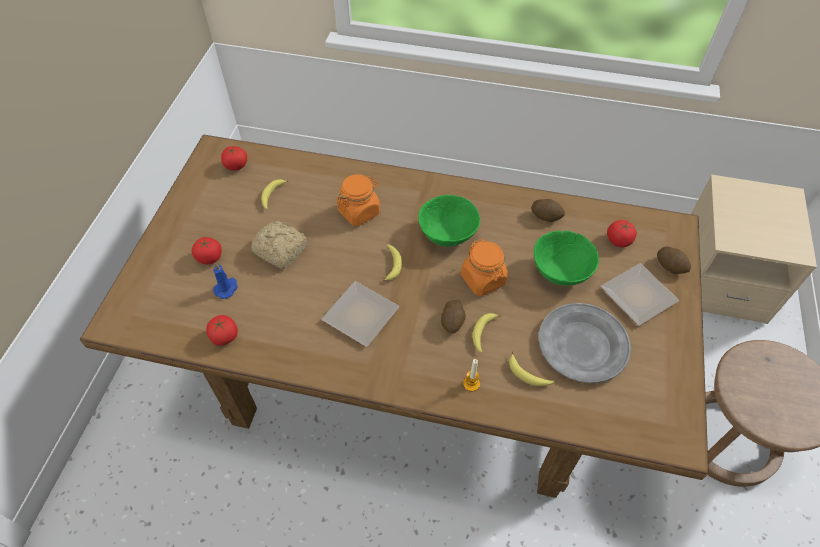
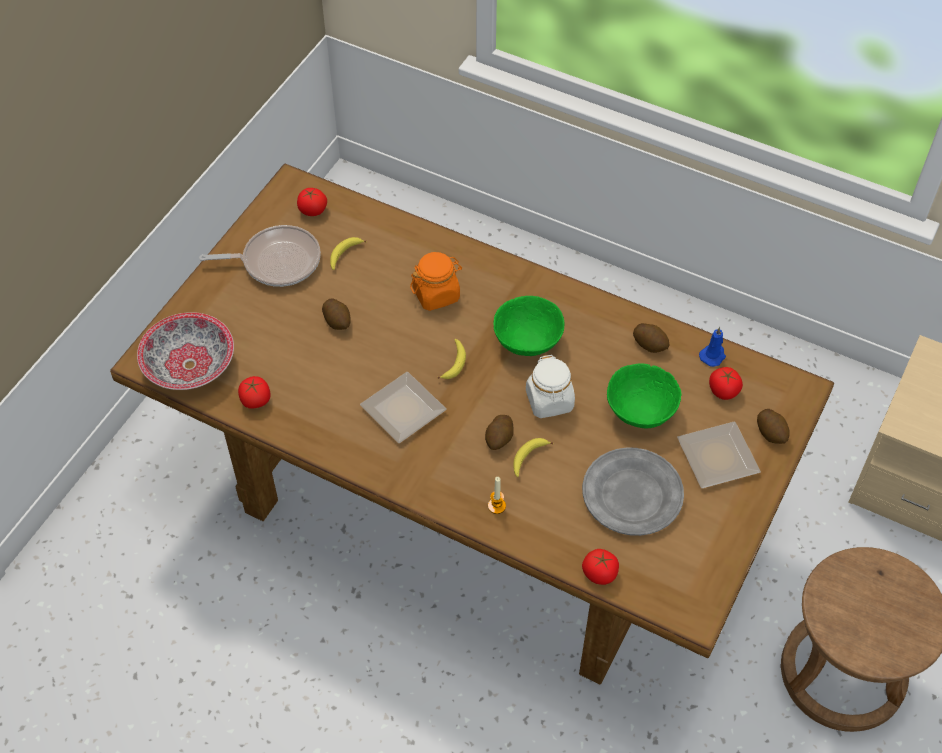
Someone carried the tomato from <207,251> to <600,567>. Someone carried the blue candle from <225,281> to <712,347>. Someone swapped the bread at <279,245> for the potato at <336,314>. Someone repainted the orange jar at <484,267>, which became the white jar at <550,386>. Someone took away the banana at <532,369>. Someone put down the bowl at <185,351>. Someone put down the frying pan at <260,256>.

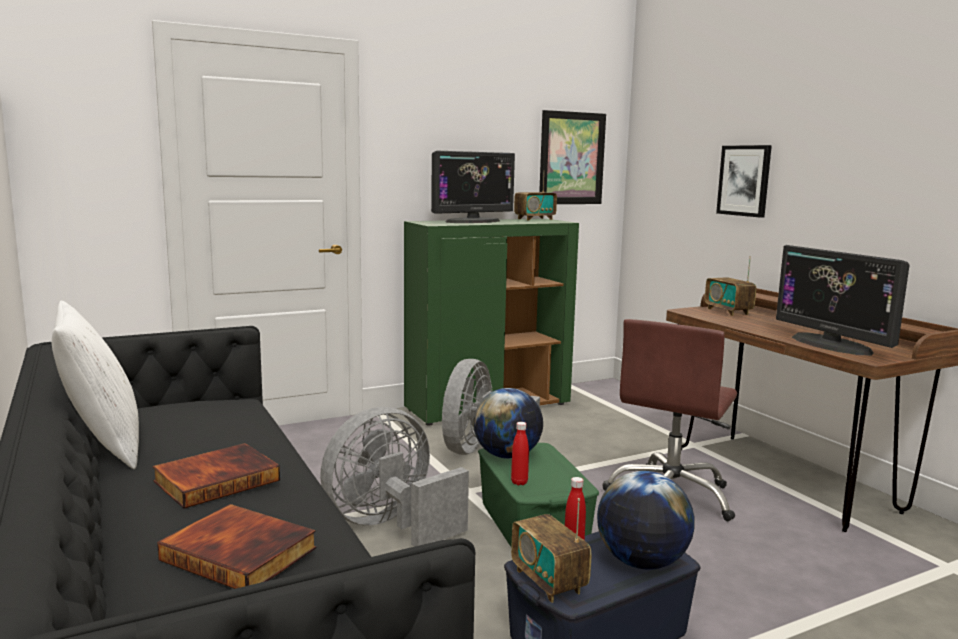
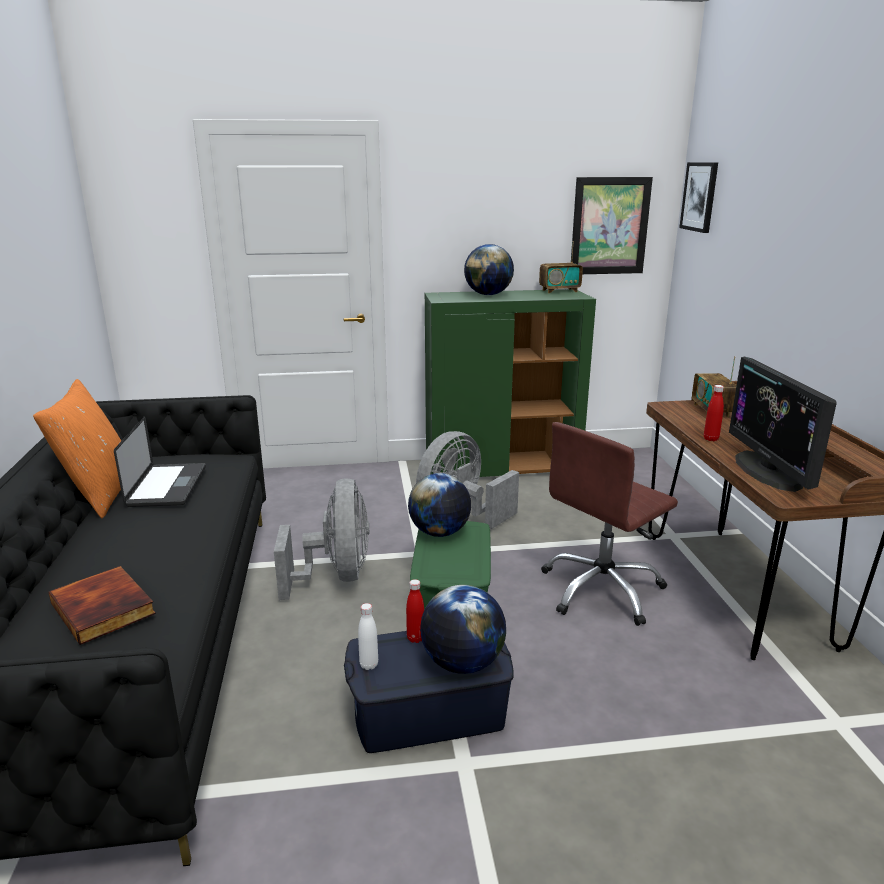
Someone repainted the white pillow at <95,385>, which became the orange pillow at <77,448>. Someone took away the book at <216,476>. Someone rotated the grey fan at <394,477> by 105 degrees clockwise. Someone swapped the monitor at <473,187> for the globe at <489,269>. Someone carried the red bottle from <520,453> to <714,413>. Someone swapped the radio at <551,550> for the white bottle at <368,636>. Someone carried the picture from <744,181> to <698,197>. Someone put down the laptop at <160,461>.

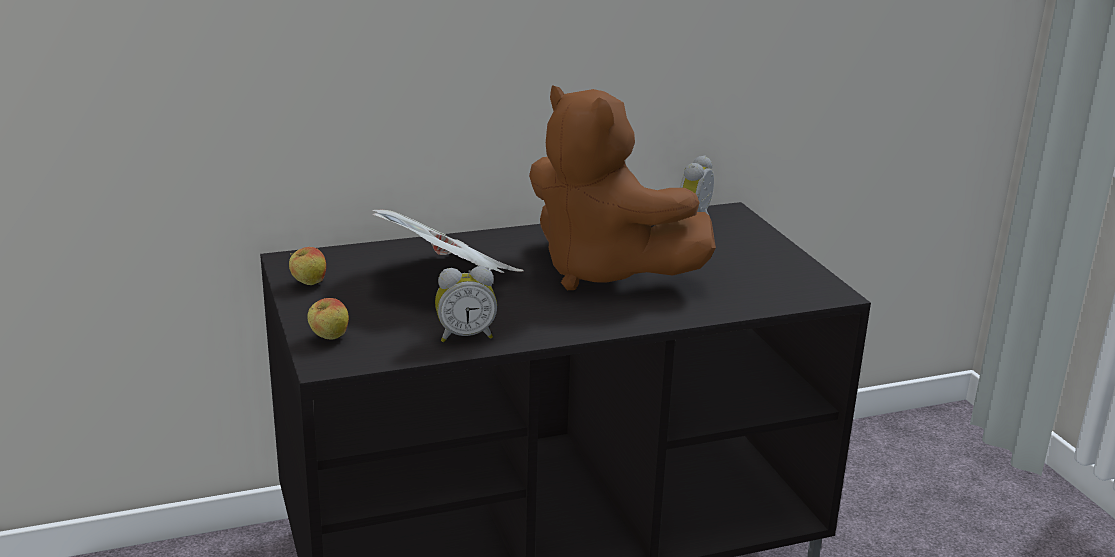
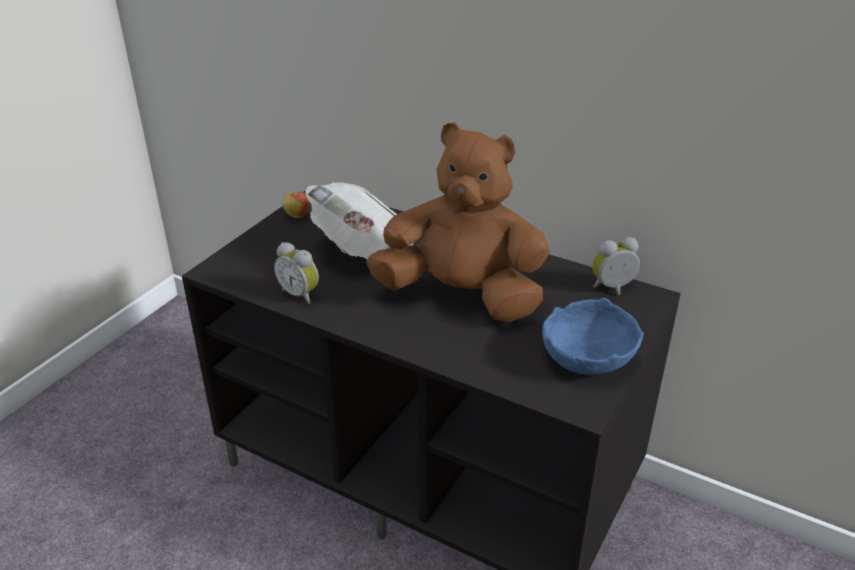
Someone took away the apple at <328,319>. Someone rotated the brown plush toy at <622,187> by 105 degrees clockwise. Someone put down the blue bowl at <593,336>.

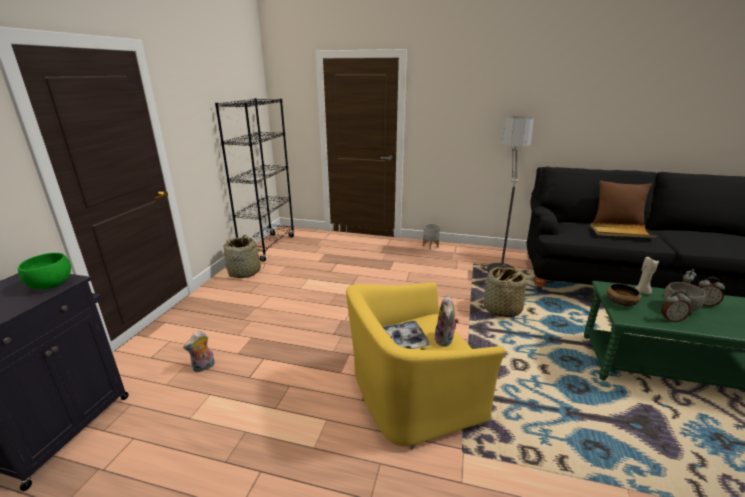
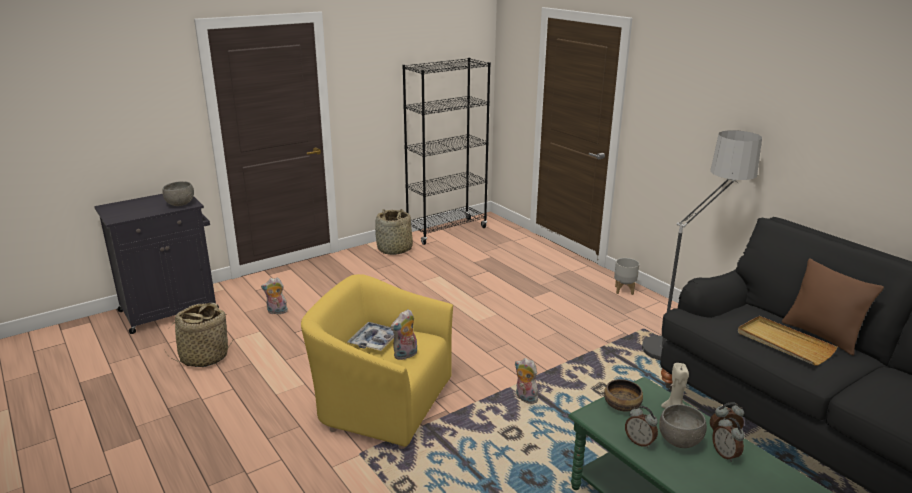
Someone repainted the green bowl at <44,271>, which became the grey bowl at <178,193>. Someone carried the basket from <505,291> to <199,335>. Someone put down the plush toy at <526,381>.

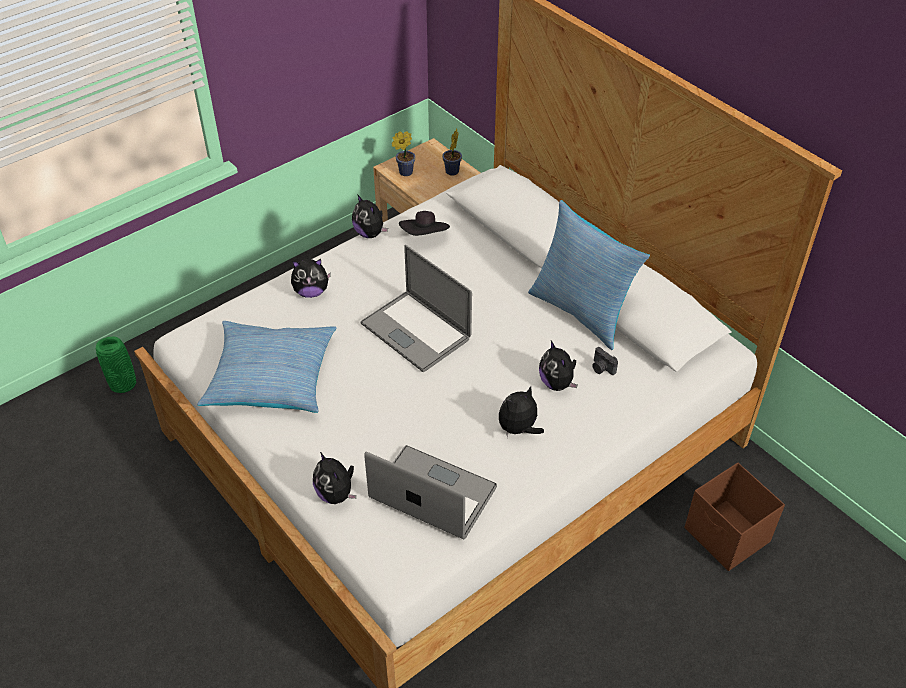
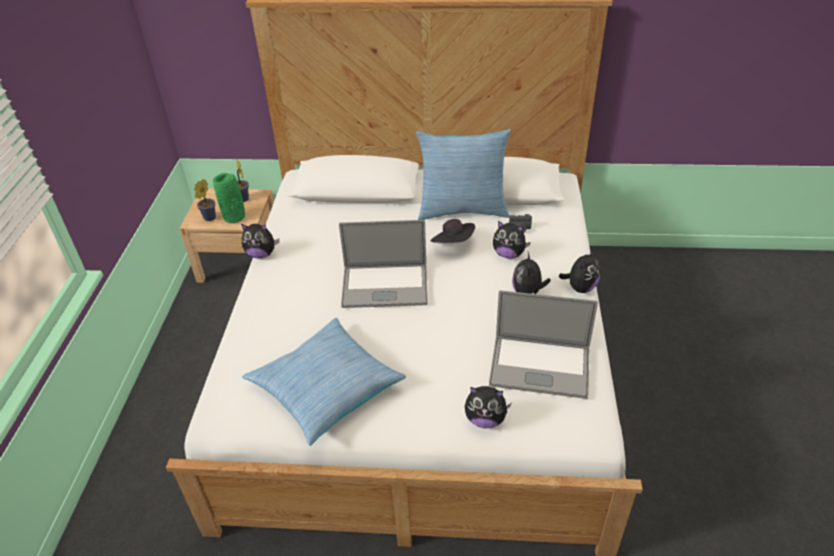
Someone carried the green vase from <116,364> to <229,198>. Someone carried the plush toy from <311,278> to <579,271>. Someone rotated the laptop at <430,492> by 150 degrees counterclockwise. Someone carried the black hat from <424,223> to <452,231>. Someone took away the brown storage box at <735,517>.

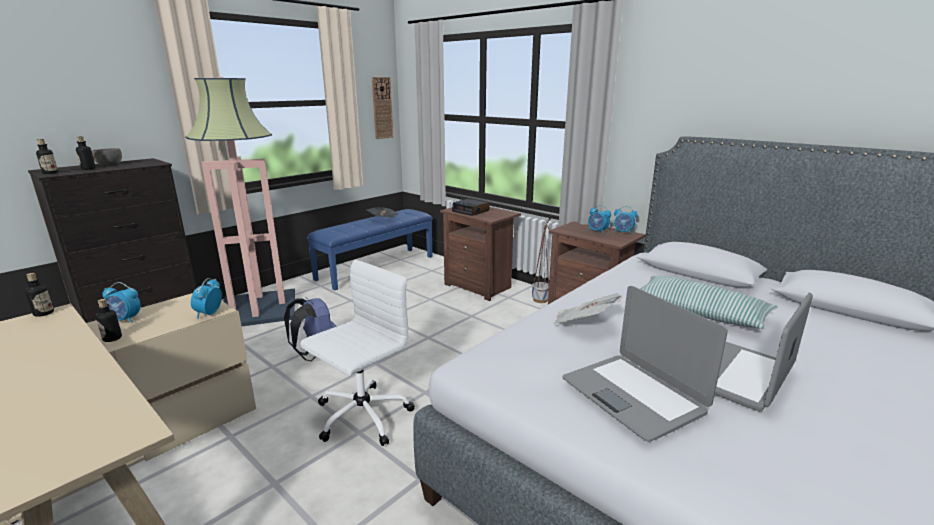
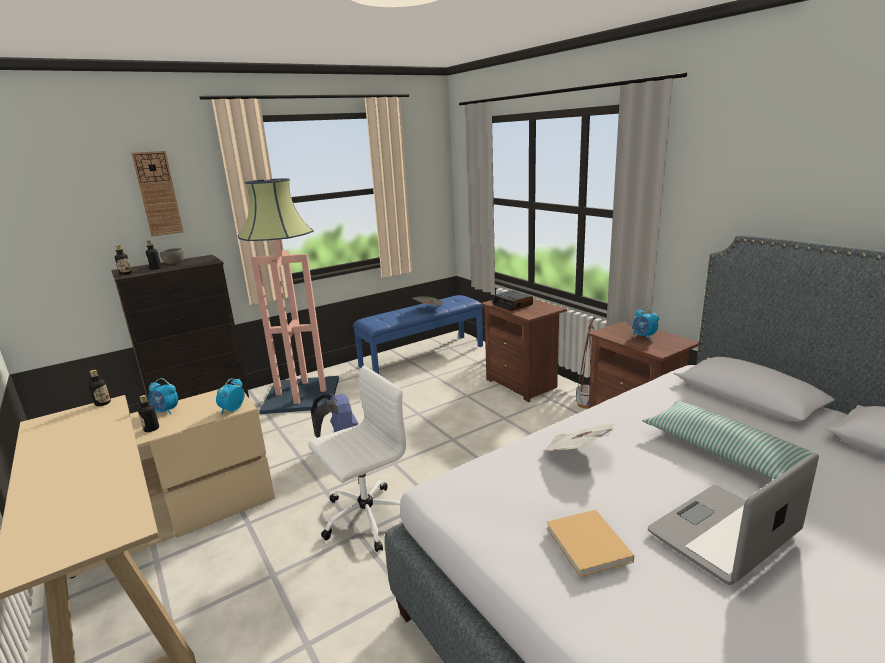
Someone carried the wall clock from <382,108> to <157,193>. Someone swapped the laptop at <645,364> for the beige book at <590,543>. Someone took away the alarm clock at <626,220>.

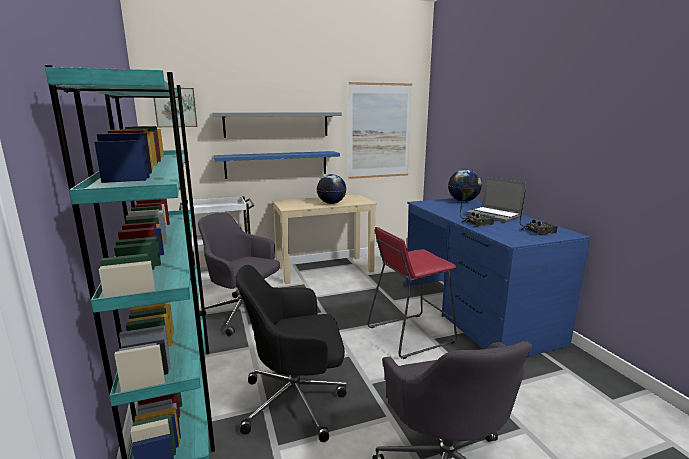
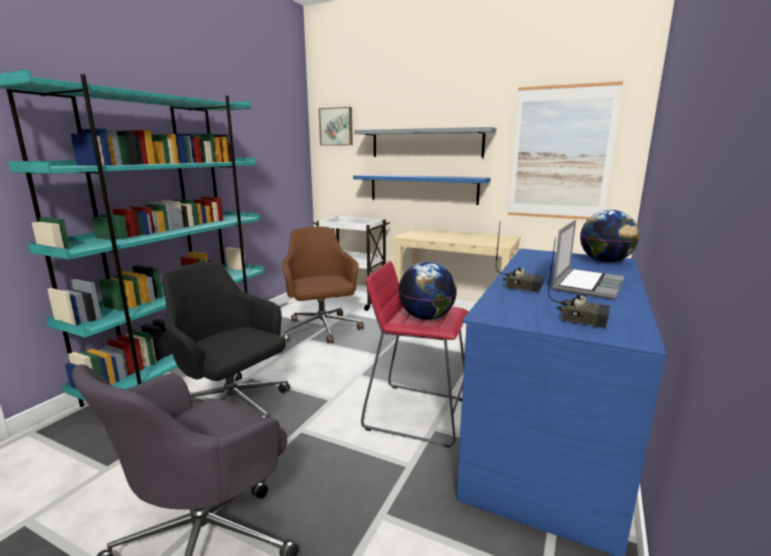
Someone repainted the grey office chair at <239,274>, which became the brown office chair at <323,285>. Someone carried the globe from <331,189> to <427,291>. Someone rotated the laptop at <496,199> by 150 degrees counterclockwise.

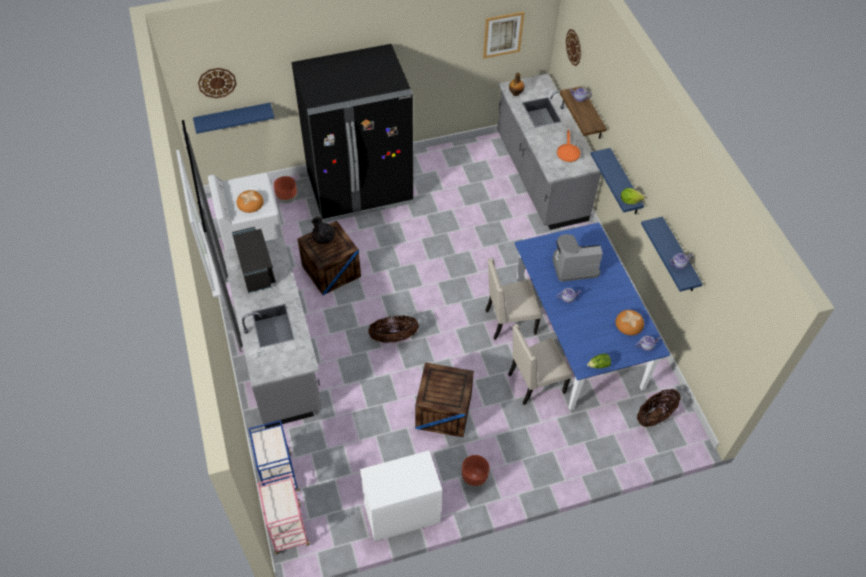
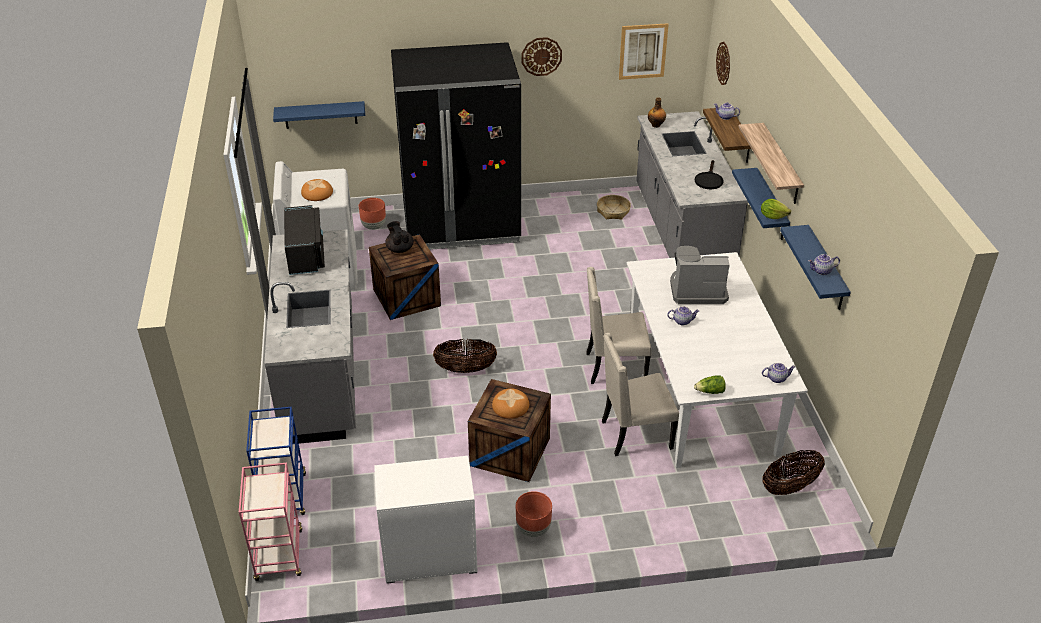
Someone carried the wall clock from <217,83> to <542,56>. Someone repainted the blue dining table at <592,316>, which became the white dining table at <717,360>. Someone repainted the orange frying pan at <568,146>, which became the black frying pan at <709,174>. Someone carried the bread from <629,322> to <510,403>. Someone put down the basket at <614,207>. Someone put up the shelf at <771,163>.

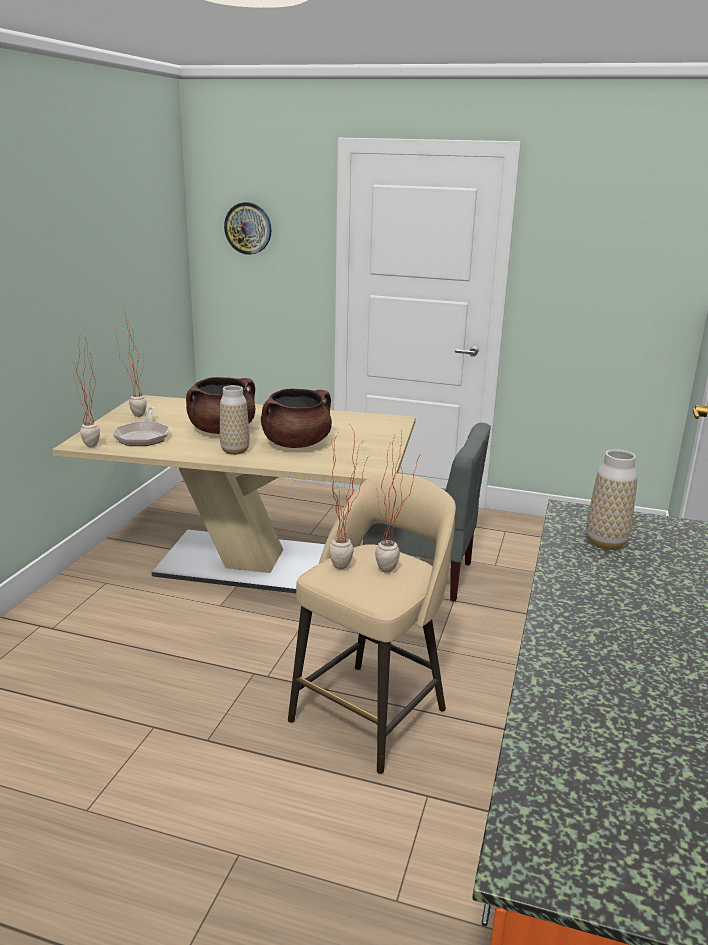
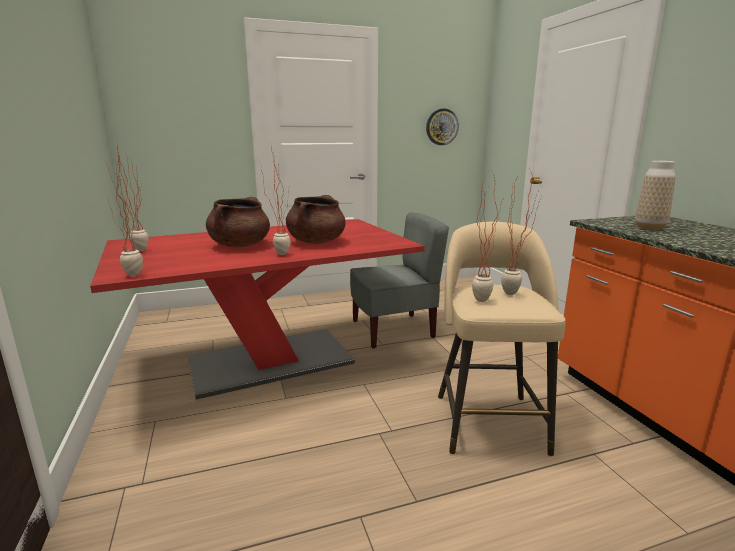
Someone repainted the beige dining table at <234,494>, which became the red dining table at <257,309>. Someone took away the frying pan at <141,426>. Someone swapped the vase at <235,420> for the potted plant at <275,199>. Someone carried the wall clock from <248,228> to <442,127>.

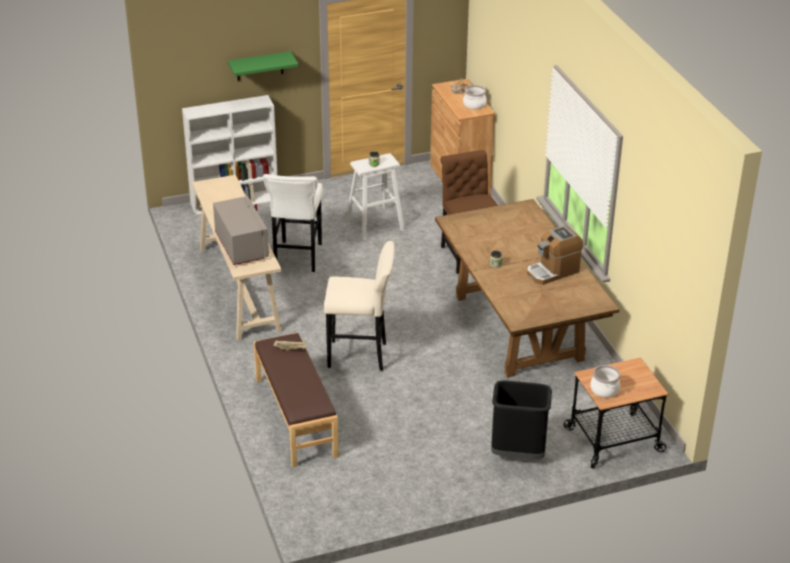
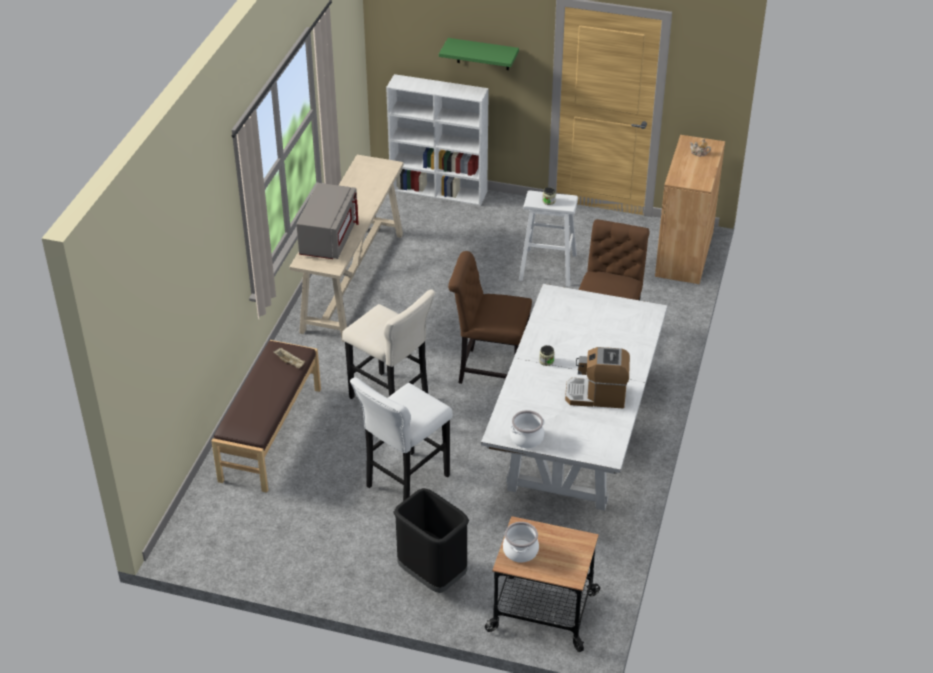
Someone carried the white stool from <293,223> to <401,439>. Someone repainted the brown dining table at <527,288>, which became the white dining table at <574,397>. Someone carried the cooking pot from <475,97> to <527,429>. Someone put down the brown chair at <490,317>.

